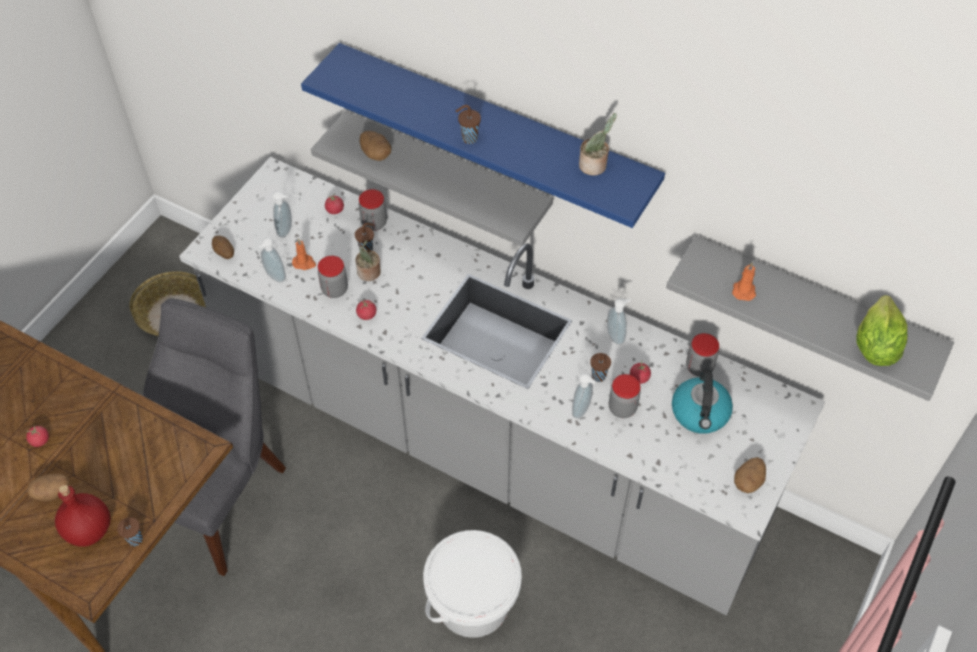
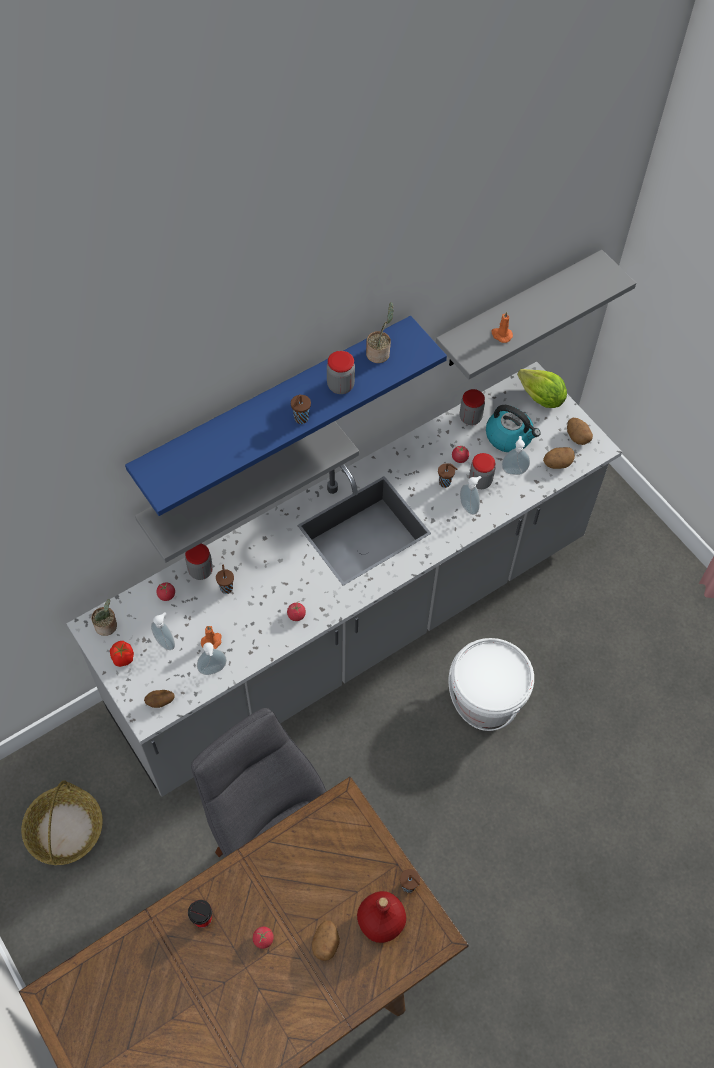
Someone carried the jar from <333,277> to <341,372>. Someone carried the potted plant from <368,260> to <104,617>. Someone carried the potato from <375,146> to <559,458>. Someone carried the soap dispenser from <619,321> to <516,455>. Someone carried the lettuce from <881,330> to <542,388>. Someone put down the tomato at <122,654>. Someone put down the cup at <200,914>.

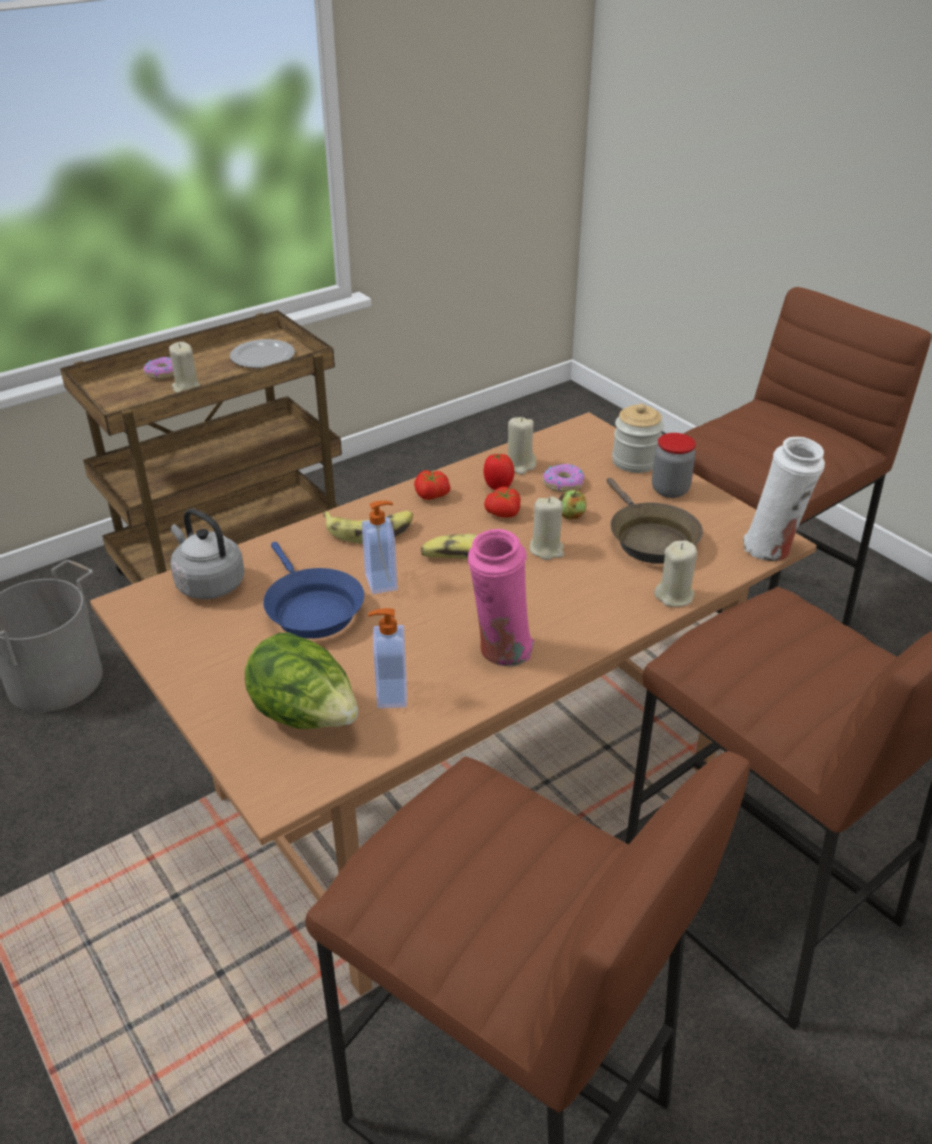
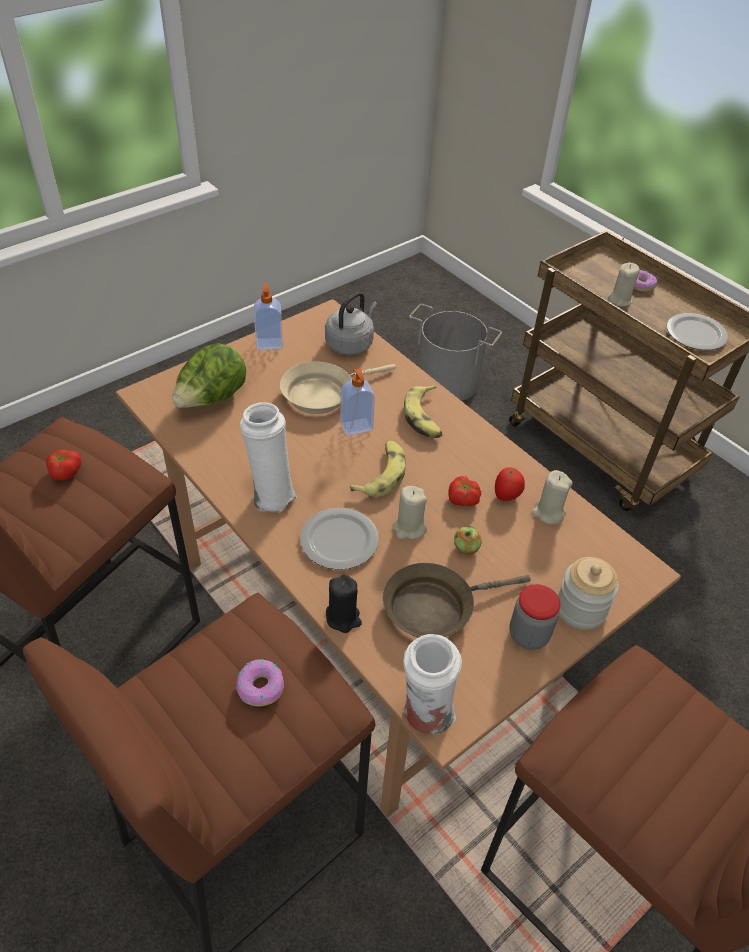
Someone repainted the blue frying pan at <313,590>, which became the beige frying pan at <338,387>. Someone carried the soap dispenser from <387,658> to <268,316>. Someone carried the tomato from <432,485> to <63,465>. Someone repainted the pink vase at <501,597>, which became the white vase at <268,457>. Someone carried the donut from <564,478> to <260,682>. Someone repainted the beige candle at <675,573>, which became the black candle at <344,603>. Someone put down the plate at <339,539>.

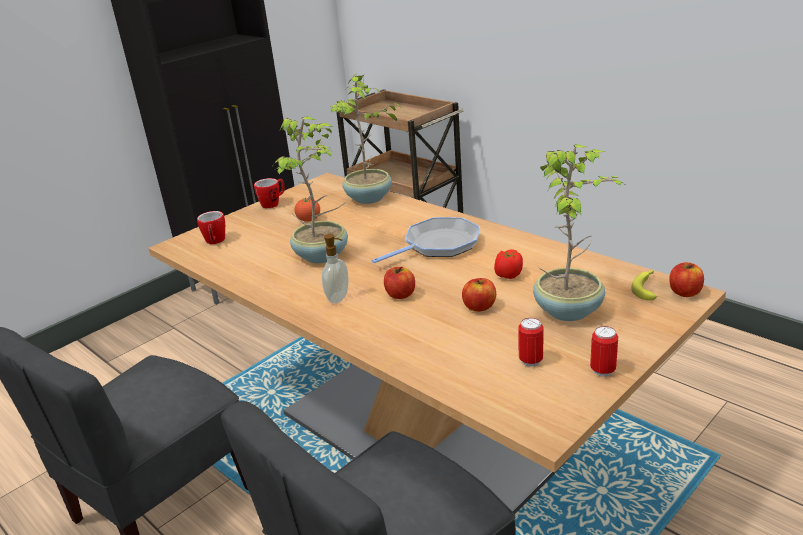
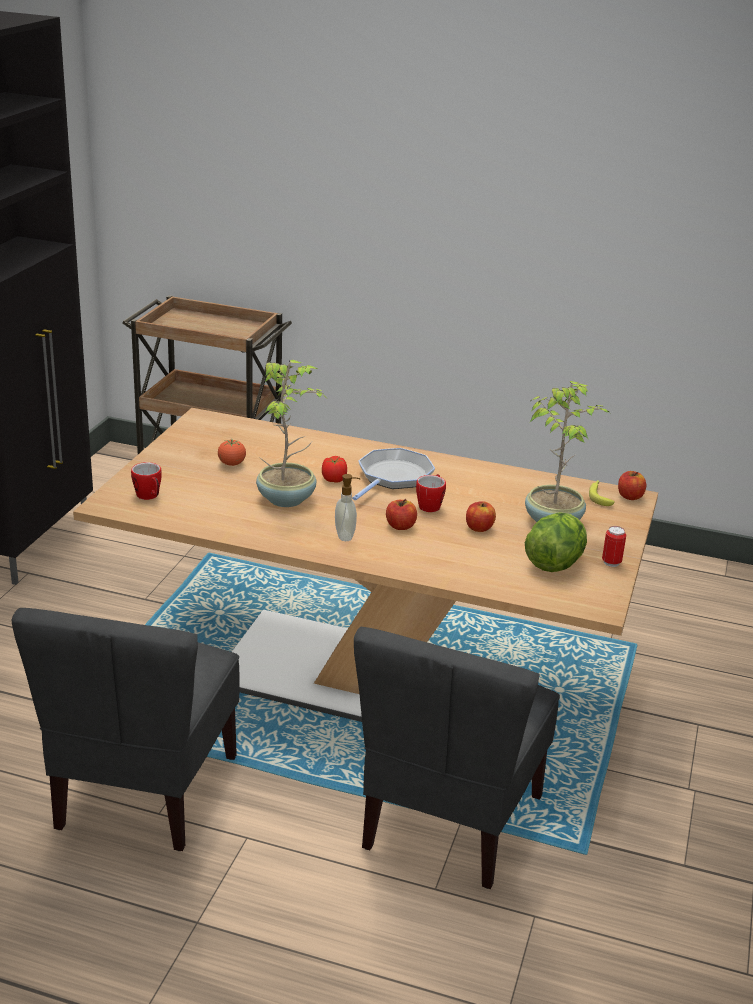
Someone carried the mug from <269,193> to <431,493>. Someone took away the potted plant at <366,138>. Someone carried the tomato from <508,264> to <334,469>. Someone swapped the can at <531,342> for the lettuce at <556,542>.

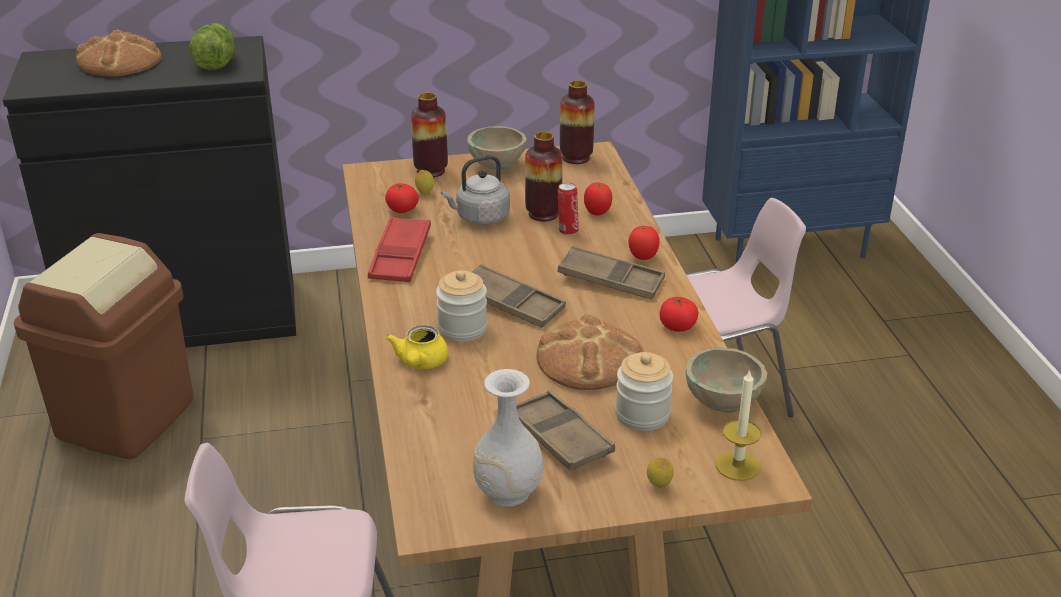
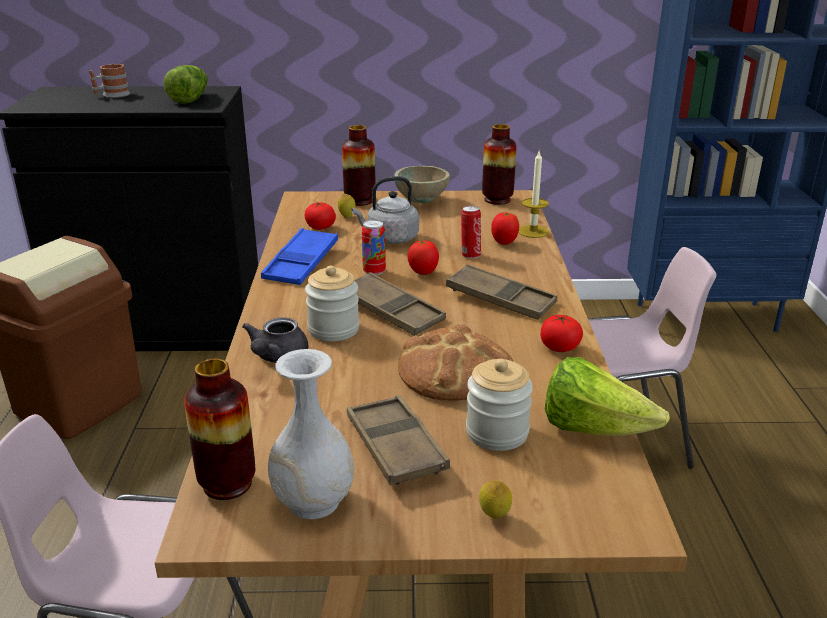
Someone swapped the bread at <119,52> for the mug at <109,81>. Someone repainted the red tray at <399,249>, which became the blue tray at <299,256>. Someone repainted the yellow teapot at <417,347>, which became the grey teapot at <275,340>. Someone carried the vase from <544,176> to <220,429>. Someone carried the tomato from <644,243> to <423,257>. Someone swapped the beige bowl at <726,380> for the lettuce at <607,396>. Someone carried the candle from <739,425> to <533,194>. Someone put down the can at <374,247>.

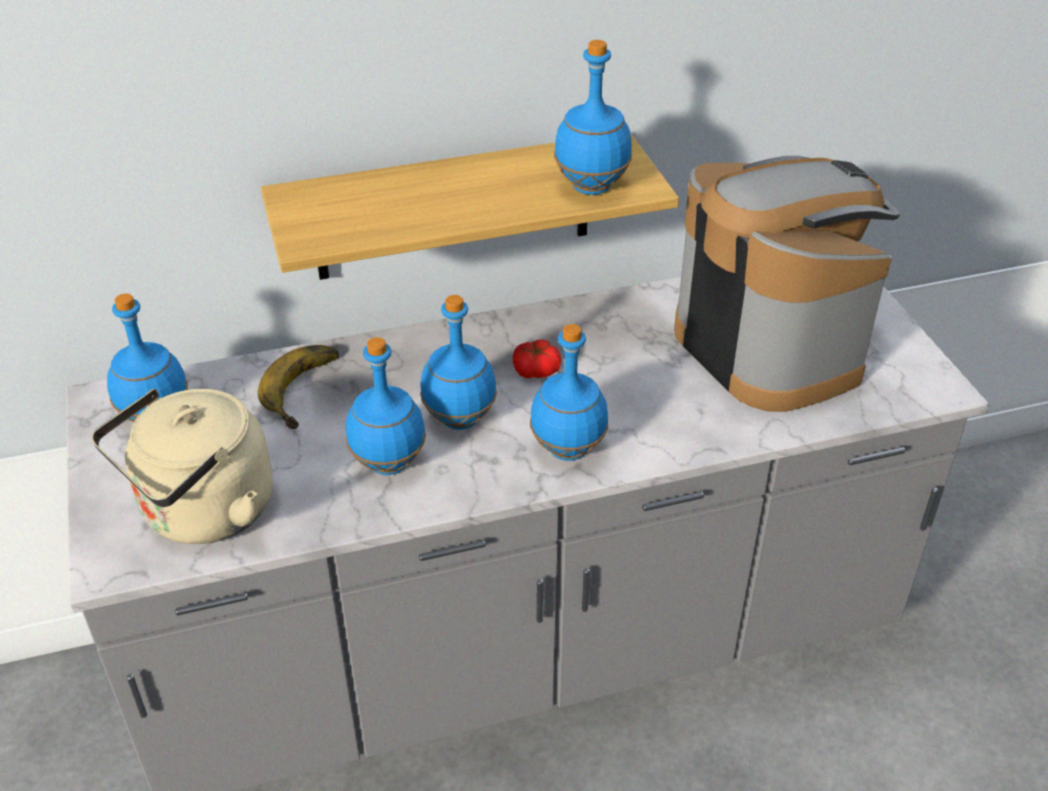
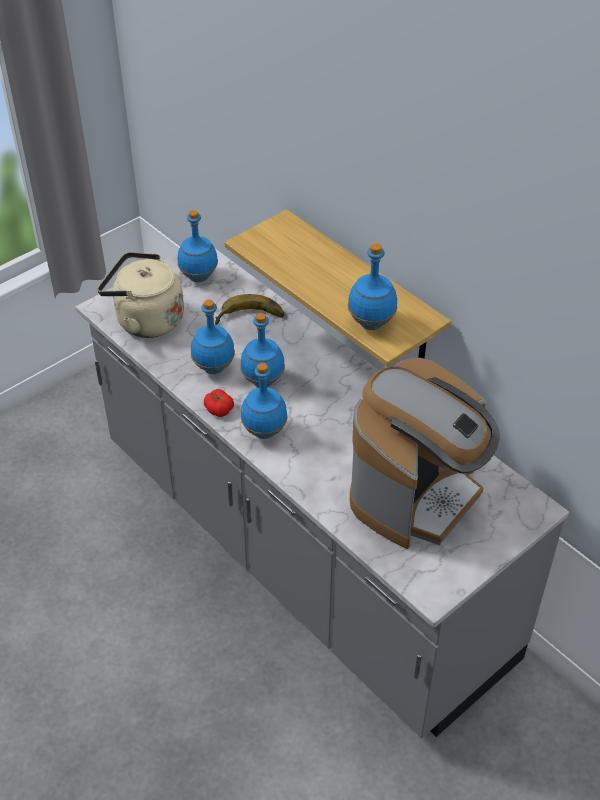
Someone carried the tomato from <536,359> to <219,403>.

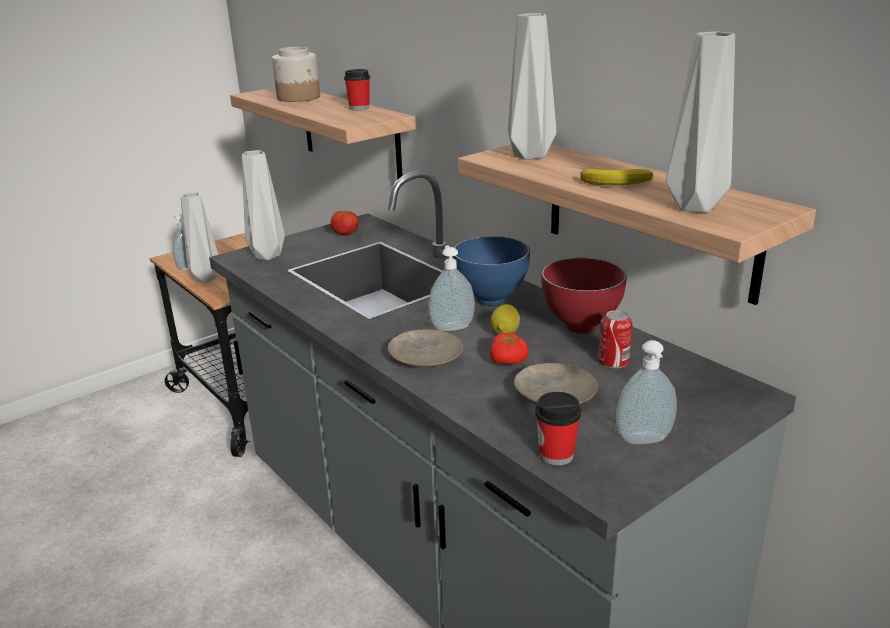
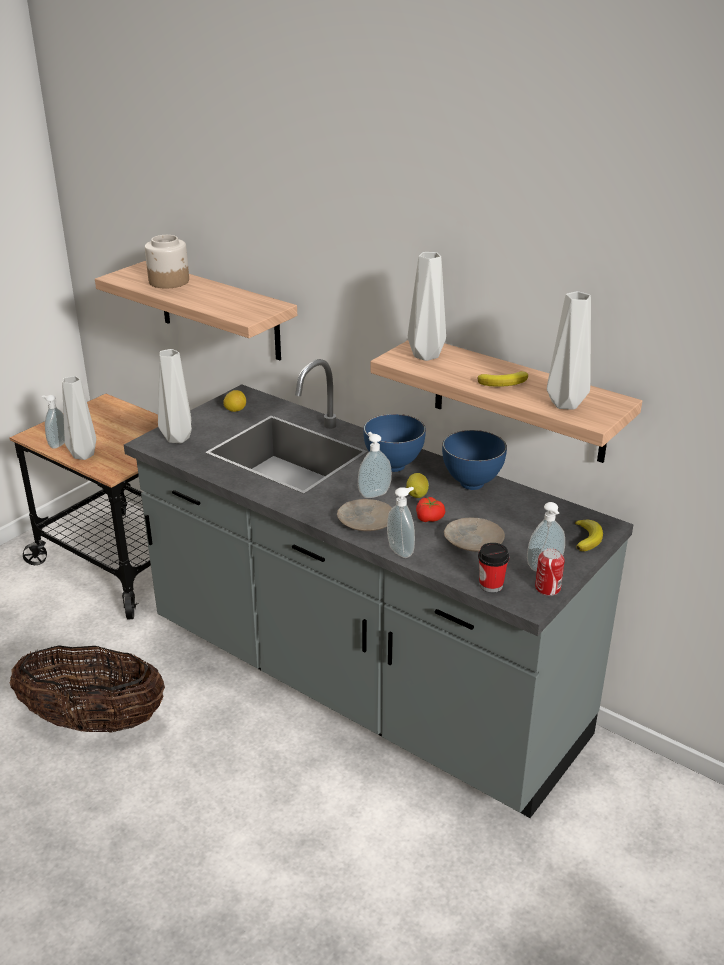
Someone swapped the tomato at <345,223> for the lemon at <234,401>. Someone took away the cup at <357,90>. Someone repainted the red bowl at <584,296>, which became the blue bowl at <474,460>. Someone carried the can from <615,339> to <550,572>. Someone put down the basket at <87,689>. Someone put down the soap dispenser at <401,522>. Someone put down the banana at <589,535>.

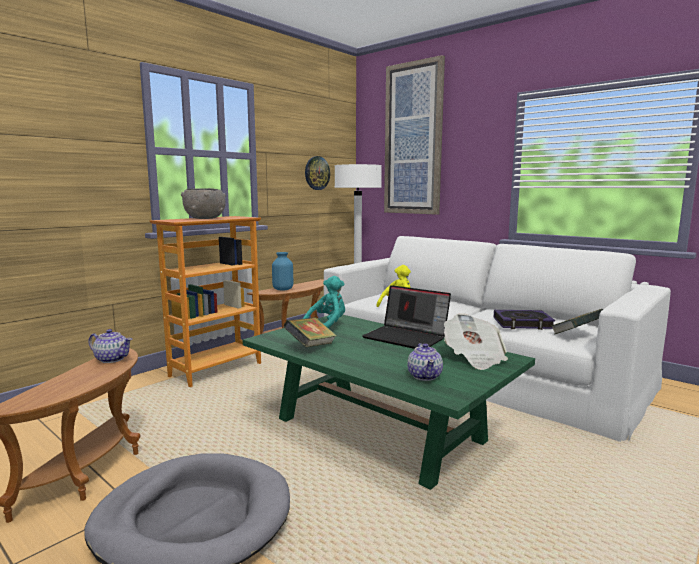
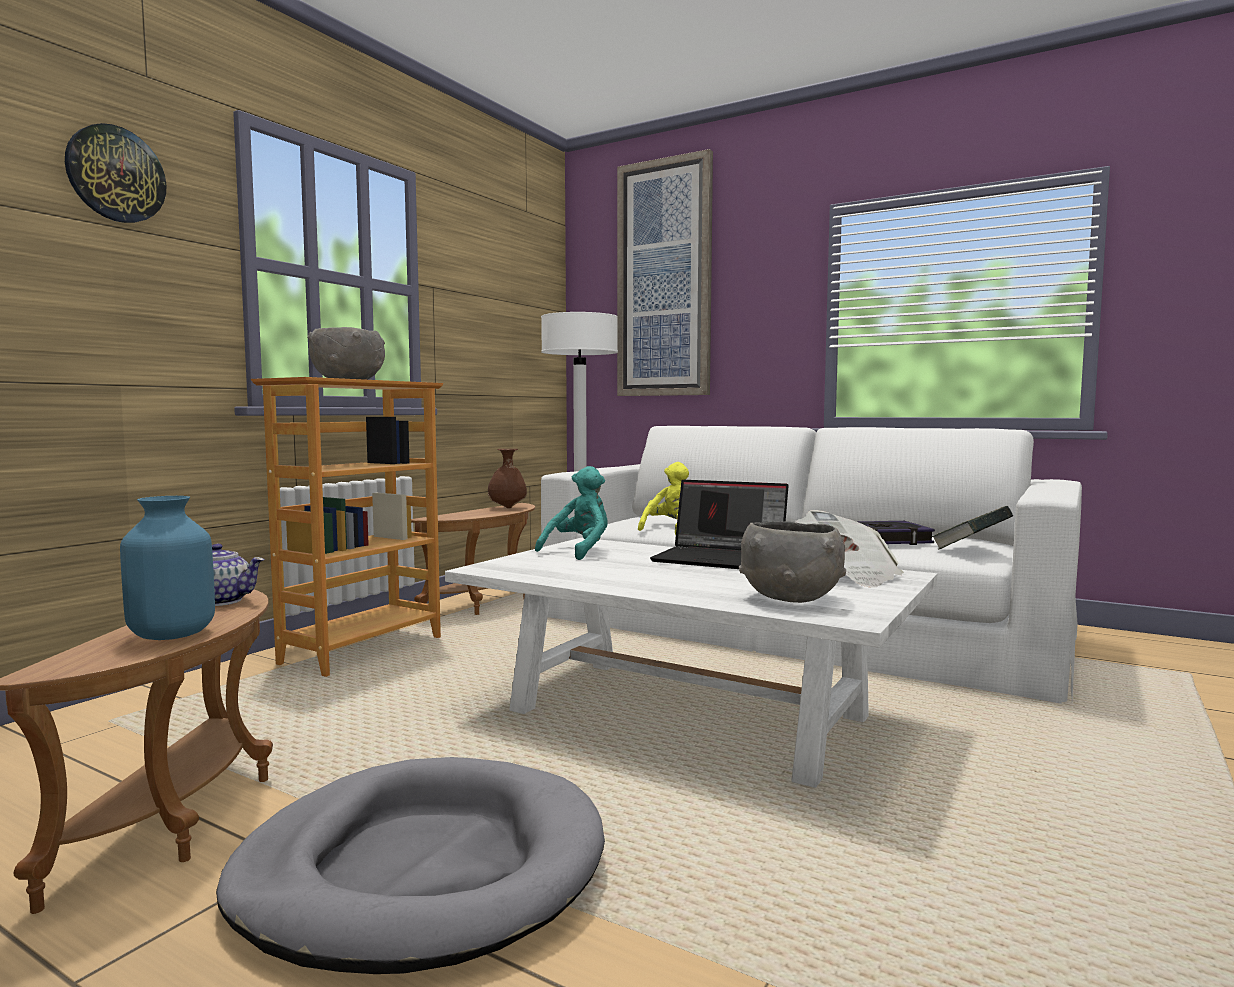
Someone repainted the green coffee table at <389,402>, which became the white coffee table at <691,663>. Someone carried the blue vase from <282,271> to <167,568>. Someone took away the book at <310,332>. Someone carried the wall clock from <317,173> to <116,173>. Someone swapped the teapot at <425,362> for the grey bowl at <792,562>. Someone put down the brown vase at <507,478>.

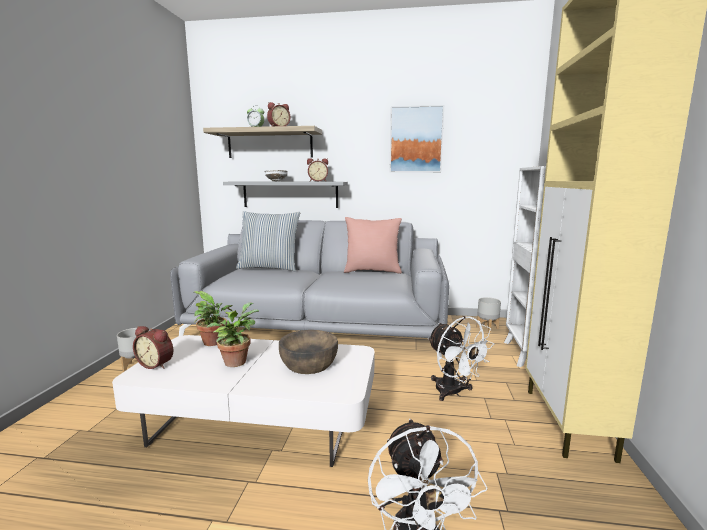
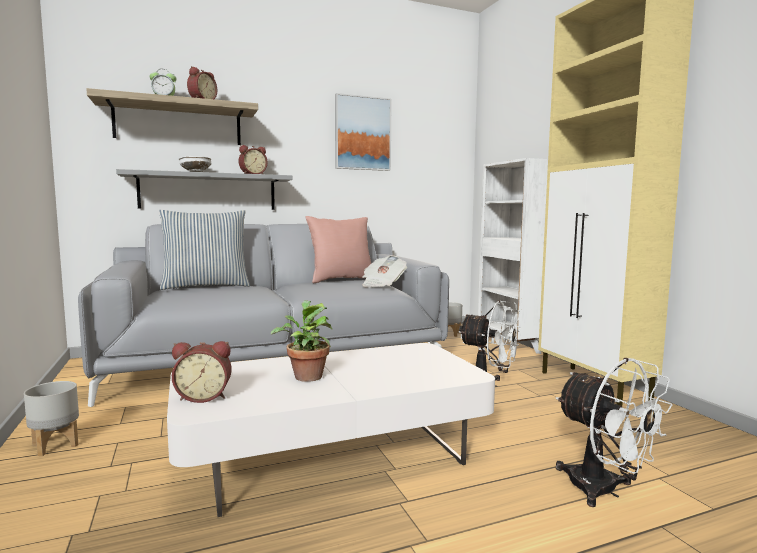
Someone took away the potted plant at <213,318>. Someone took away the brown bowl at <308,352>. Someone put down the newspaper at <384,272>.

